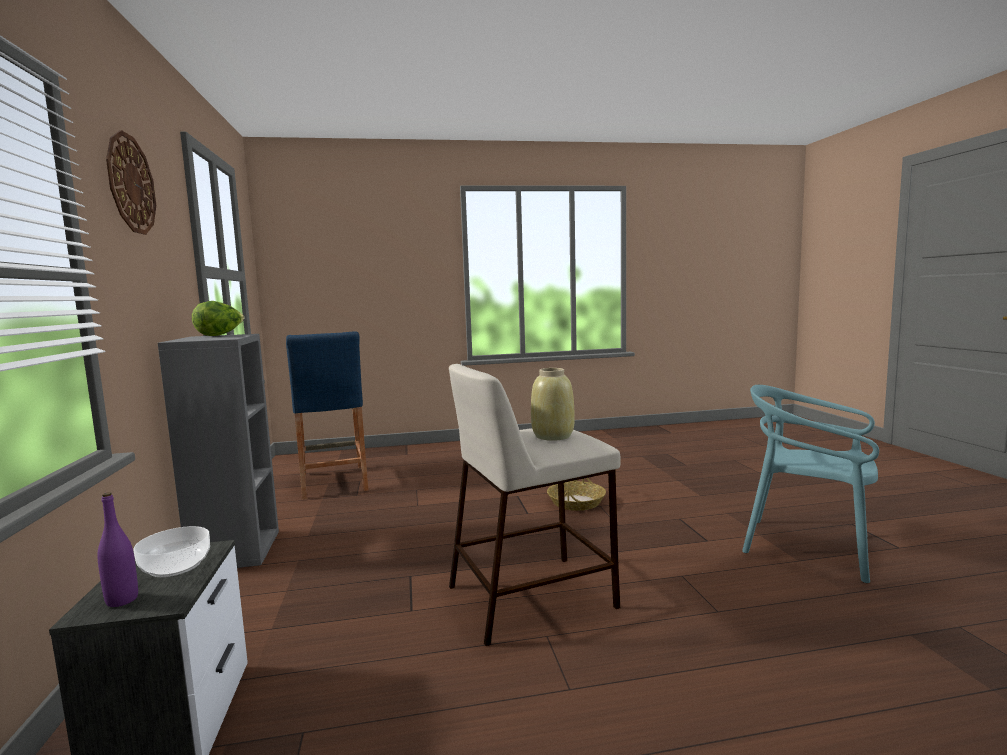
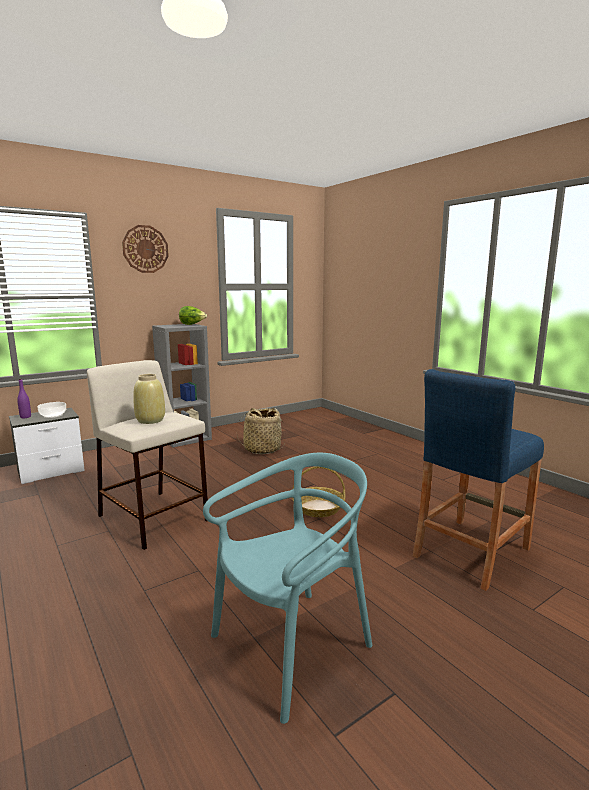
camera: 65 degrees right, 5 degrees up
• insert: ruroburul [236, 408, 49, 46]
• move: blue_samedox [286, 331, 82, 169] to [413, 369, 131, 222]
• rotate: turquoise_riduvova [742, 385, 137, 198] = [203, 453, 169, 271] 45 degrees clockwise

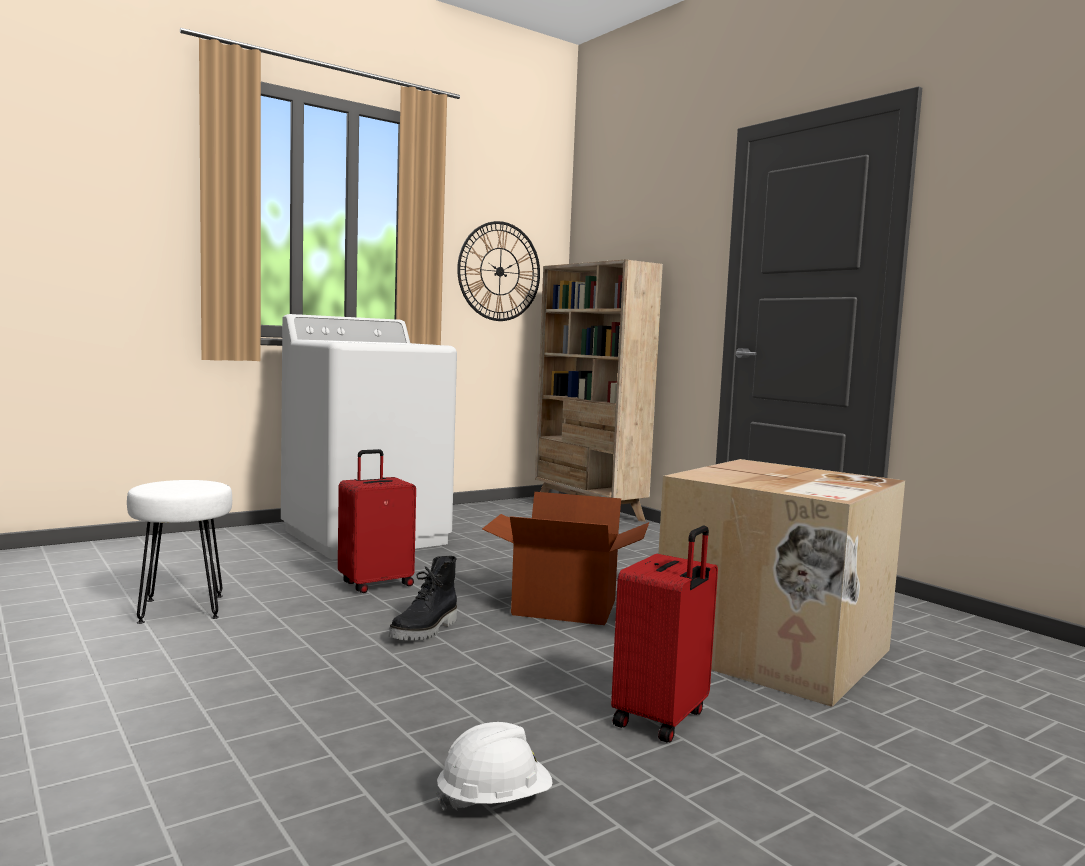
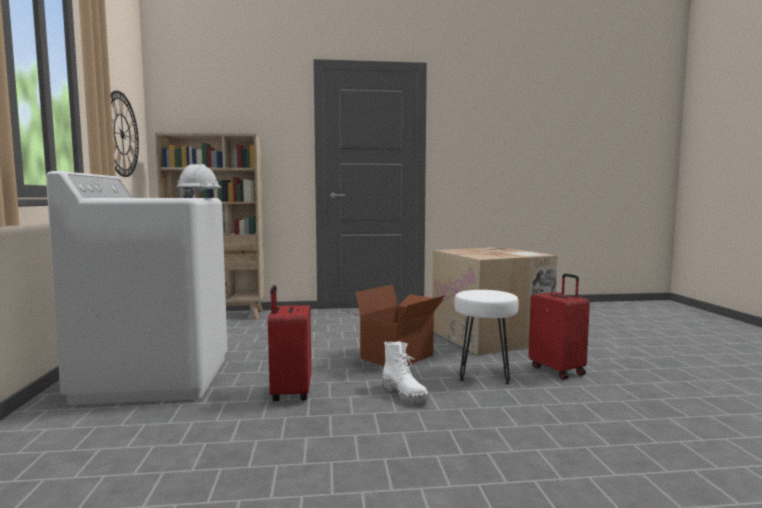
camera: 60 degrees left, 0 degrees up
• move: white_samedox [127, 480, 105, 144] to [454, 290, 65, 94]
• move: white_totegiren [436, 722, 117, 89] to [177, 164, 45, 34]
• recolor: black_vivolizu [389, 556, 68, 84] to white_vivolizu [383, 341, 45, 62]

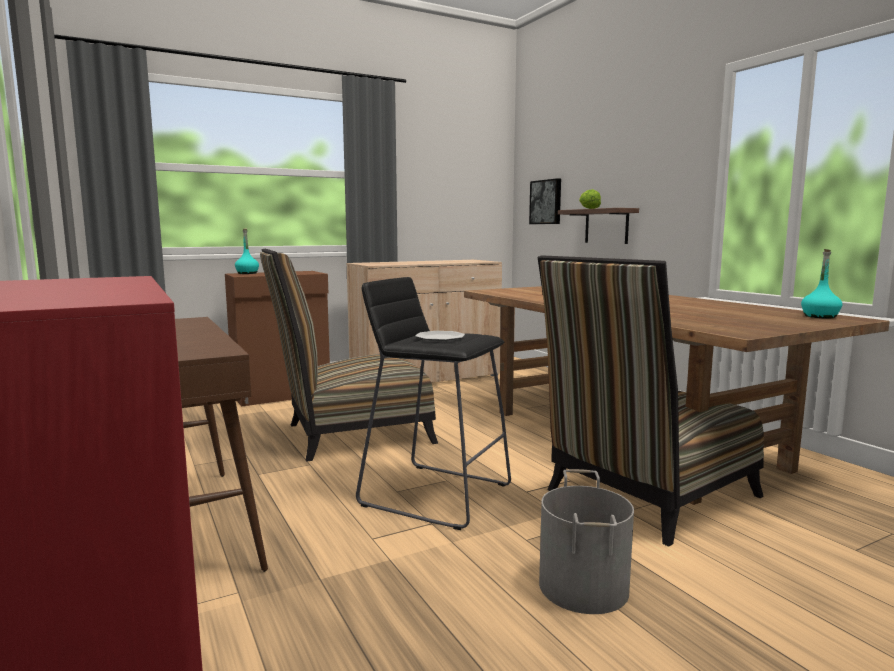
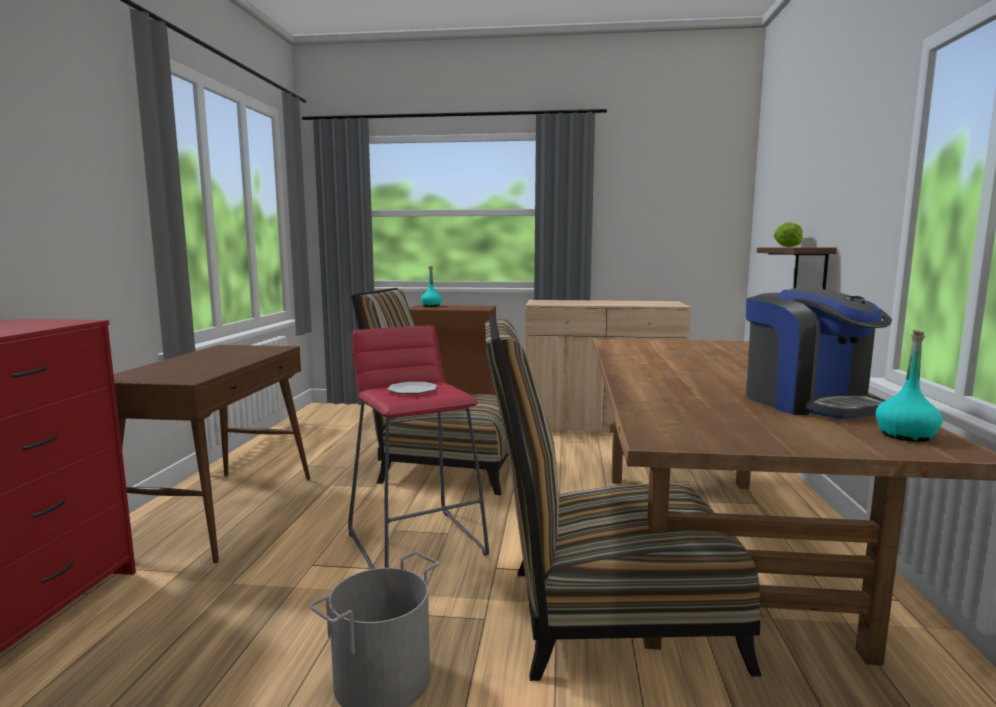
camera: 35 degrees right, 0 degrees up
• delete: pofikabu [529, 178, 32, 46]
• insert: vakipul [746, 288, 146, 131]
• recolor: black_samedox [356, 277, 155, 253] to red_samedox [348, 326, 141, 243]

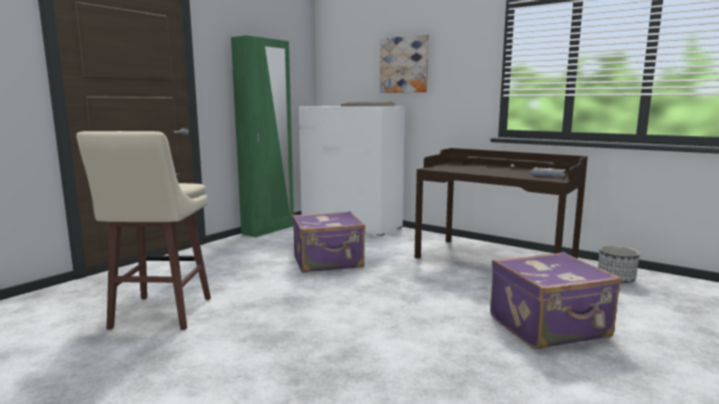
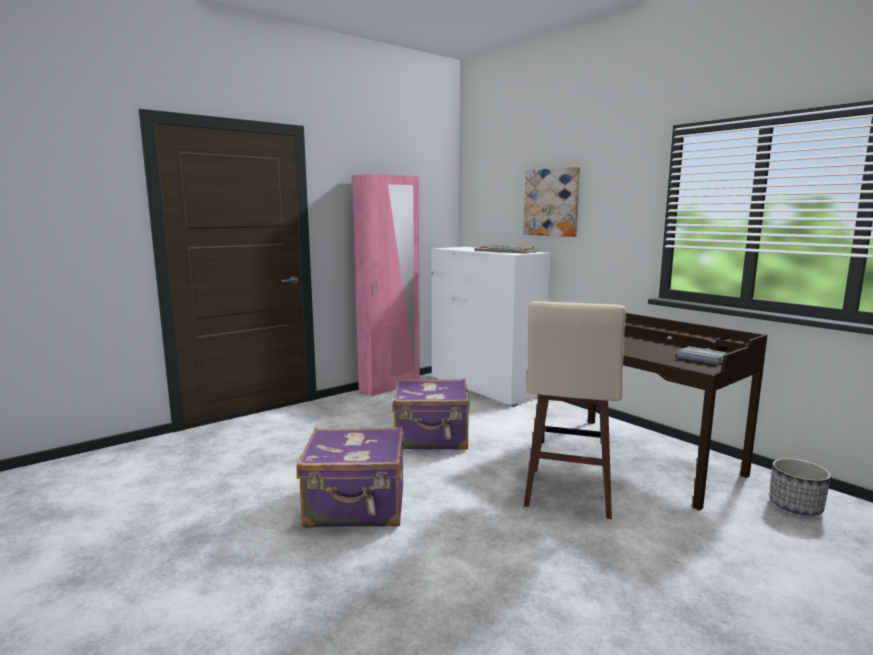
camera: 15 degrees right, 0 degrees up
• move: beige_samedox [76, 131, 135, 199] to [524, 301, 102, 218]
• move: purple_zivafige [490, 252, 131, 97] to [297, 427, 107, 101]
• recolor: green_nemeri [231, 35, 63, 202] to pink_nemeri [352, 174, 68, 222]

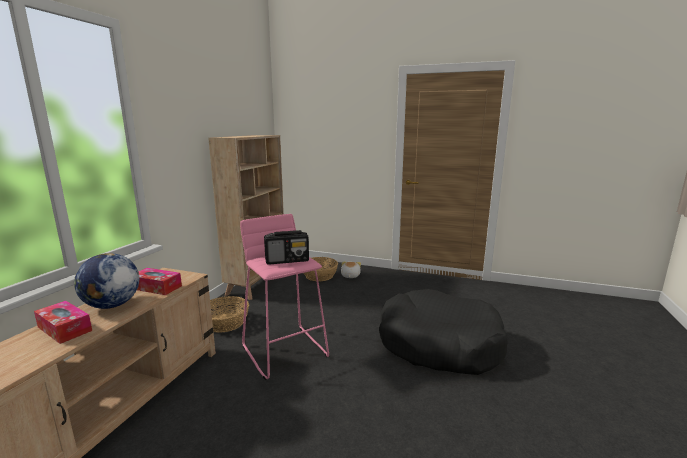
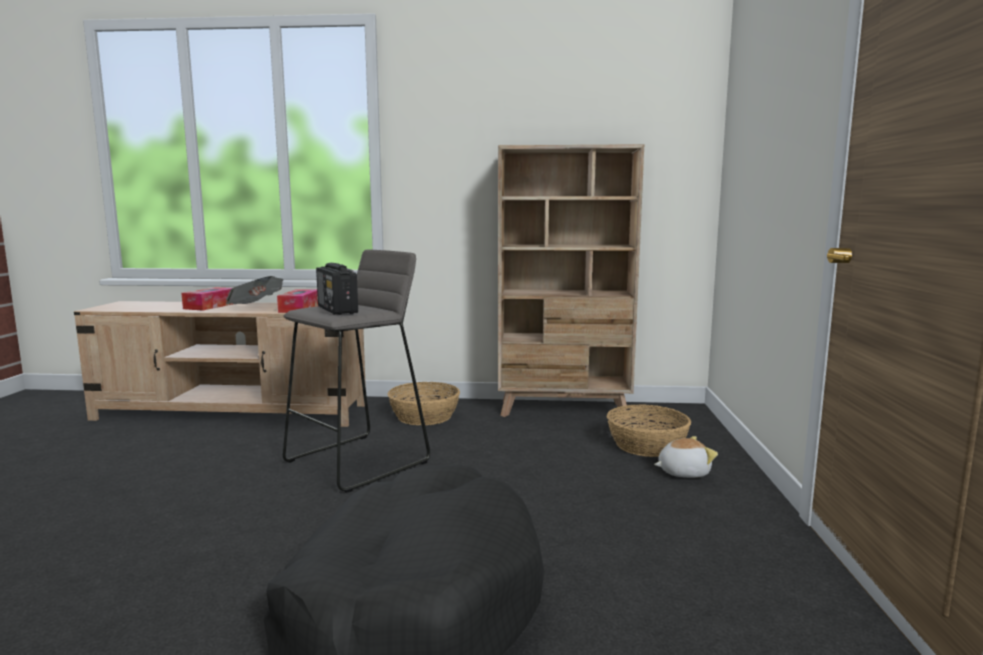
camera: 75 degrees right, 5 degrees down
• replace: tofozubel [73, 253, 66, 56] to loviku [226, 276, 57, 28]
• recolor: pink_samedox [240, 214, 89, 166] to grey_samedox [282, 250, 148, 243]

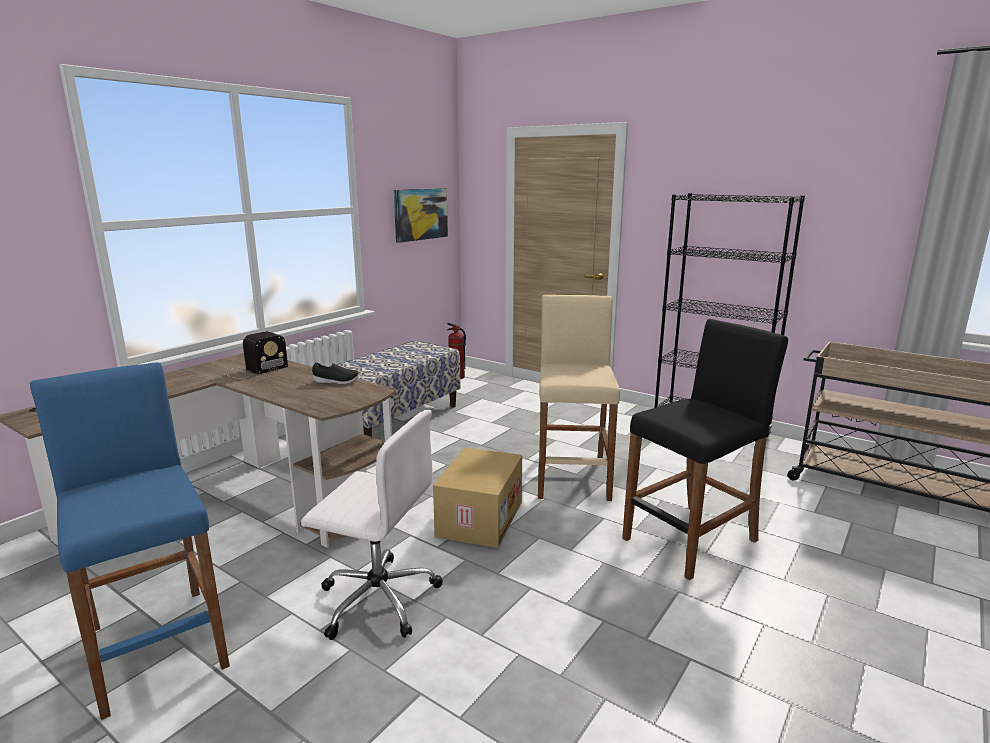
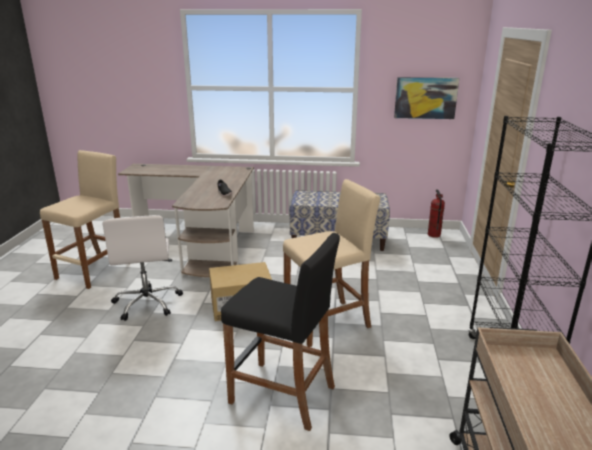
camera: 60 degrees right, 5 degrees up
• delete: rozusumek [224, 331, 64, 48]
• recolor: blue_samedox [30, 362, 200, 358] to beige_samedox [40, 150, 80, 139]

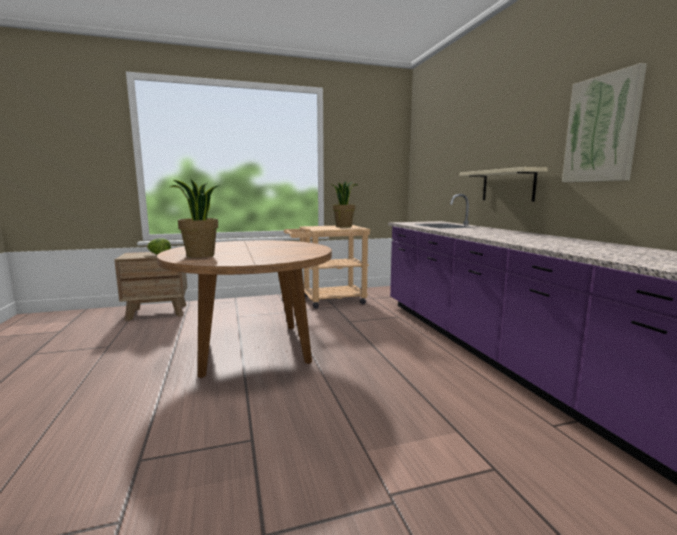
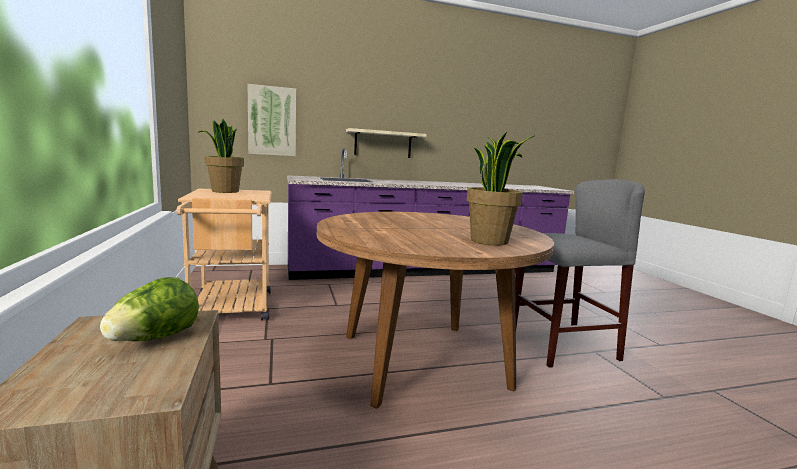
camera: 90 degrees left, 0 degrees up
• insert: grey_samedox [515, 179, 130, 189]
• move: pofikabu [562, 63, 85, 119] to [247, 84, 49, 72]

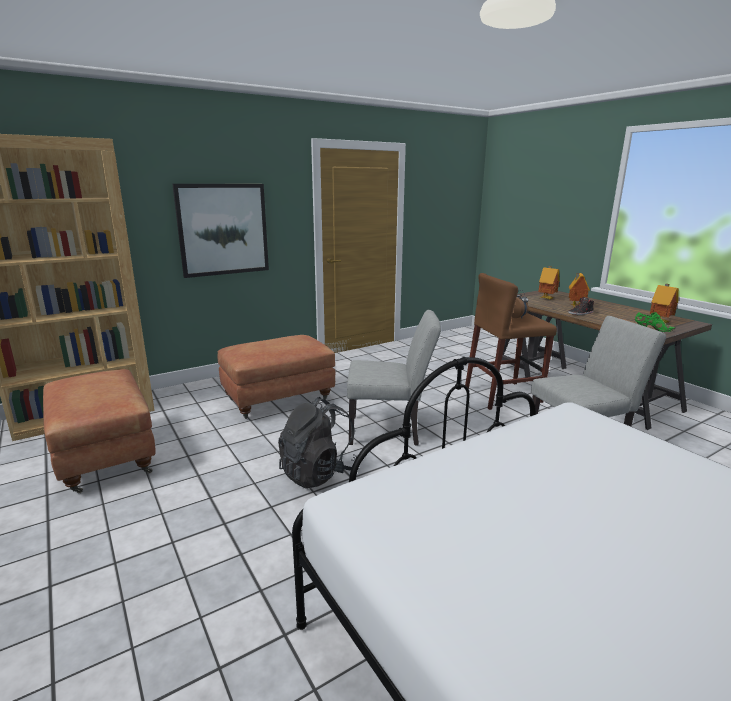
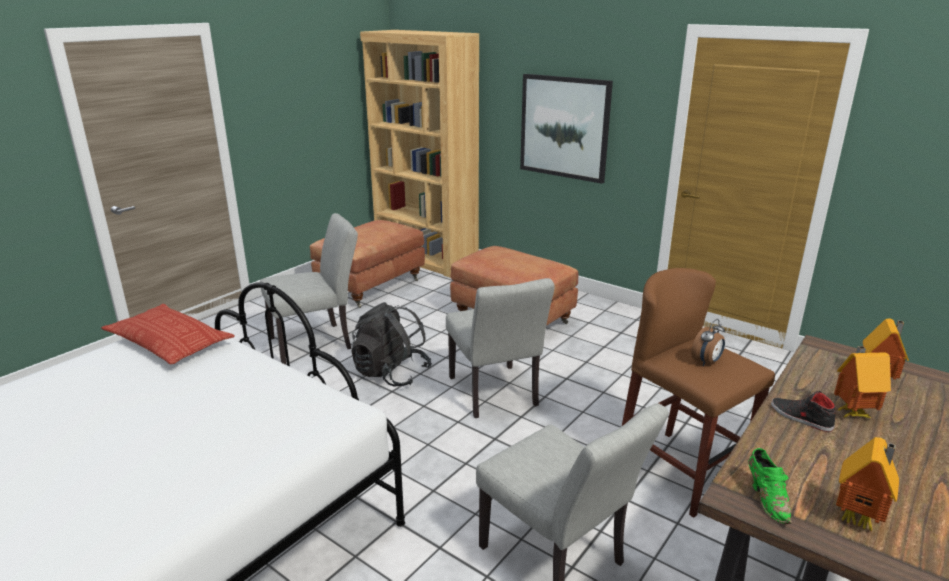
camera: 70 degrees right, 5 degrees up
• insert: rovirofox [101, 304, 134, 60]
• insert: grey_riduvova [260, 213, 98, 151]

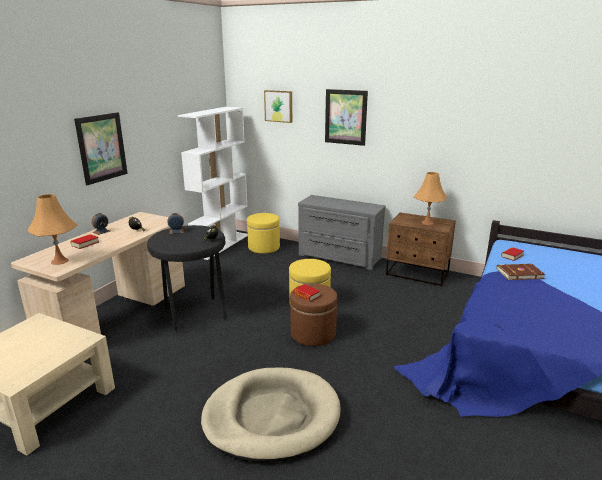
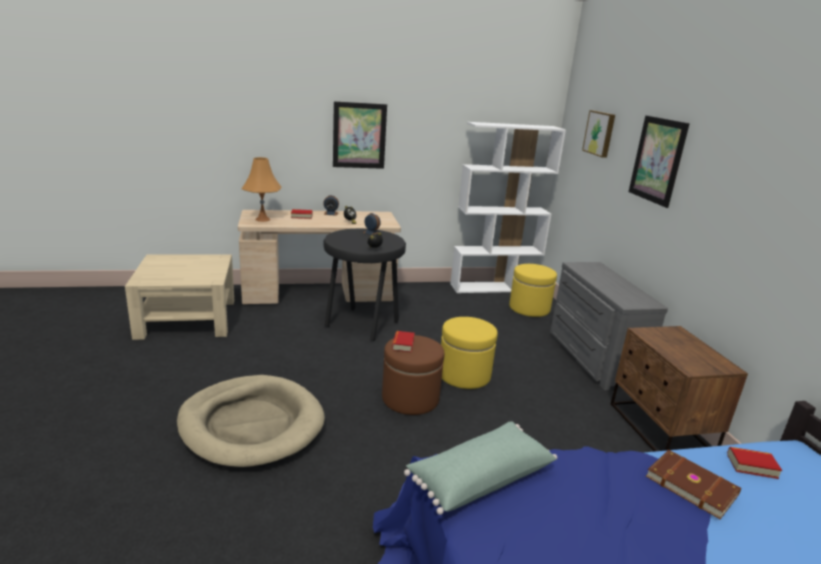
camera: 50 degrees right, 0 degrees up
• delete: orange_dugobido [414, 172, 33, 53]
• insert: green_rovirofox [404, 421, 153, 94]

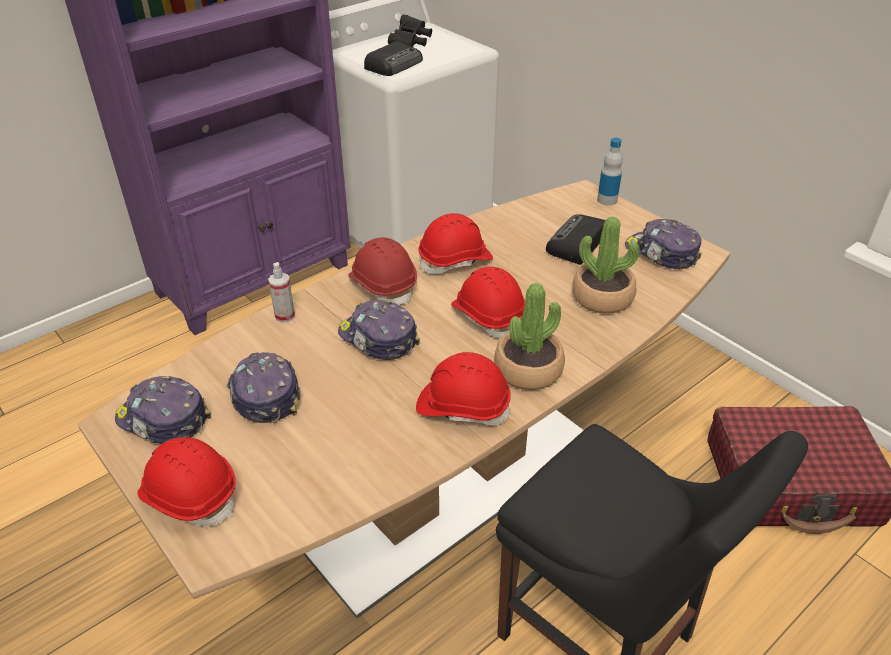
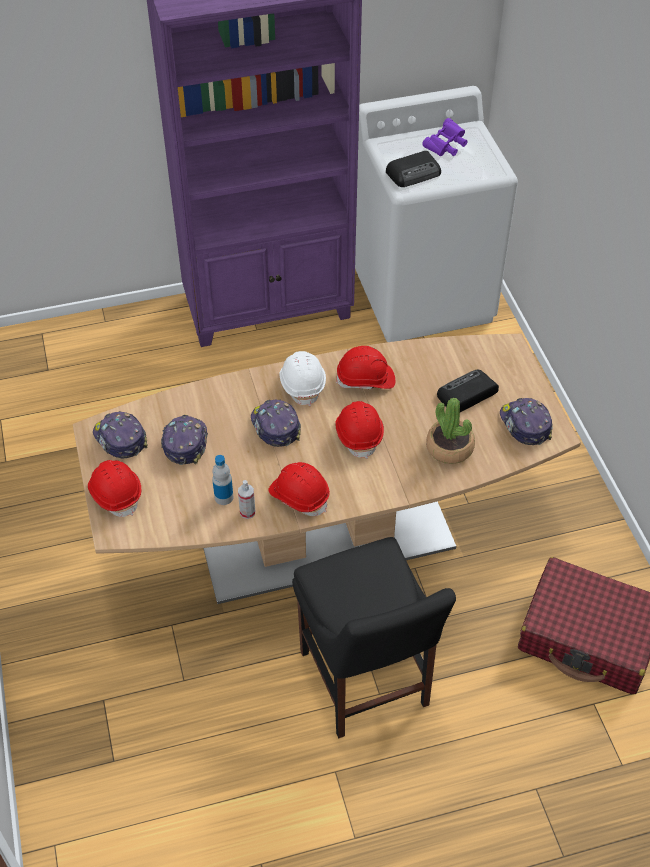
camera: 25 degrees right, 10 degrees up
• delete: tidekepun [494, 283, 71, 107]
• move: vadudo [268, 262, 27, 60] to [238, 480, 17, 39]
• move: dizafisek [597, 138, 26, 68] to [212, 455, 21, 50]
• recolor: red_totegiren [348, 237, 69, 68] to white_totegiren [279, 351, 47, 56]
• recolor: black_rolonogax [388, 14, 44, 33] to purple_rolonogax [422, 118, 46, 38]

